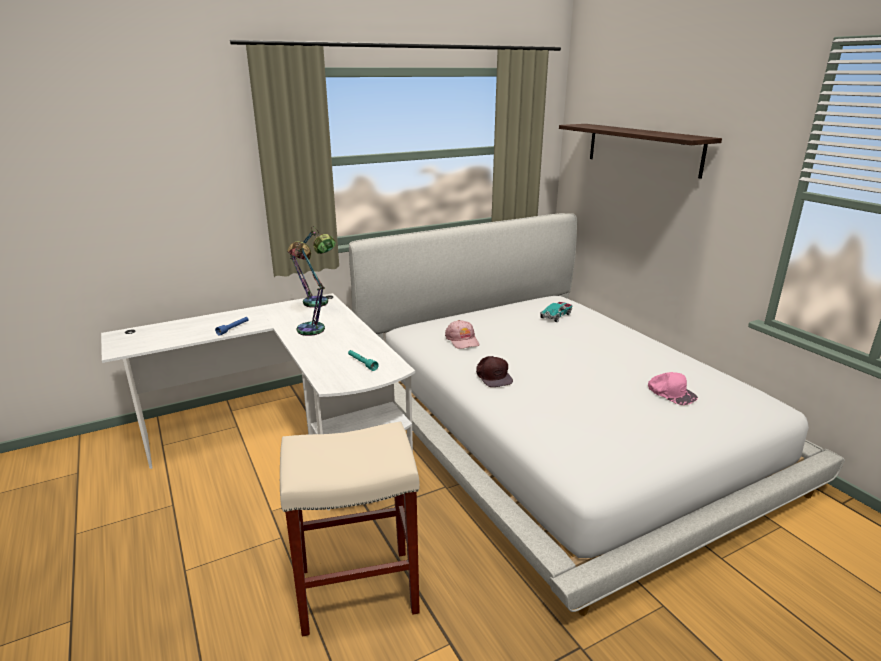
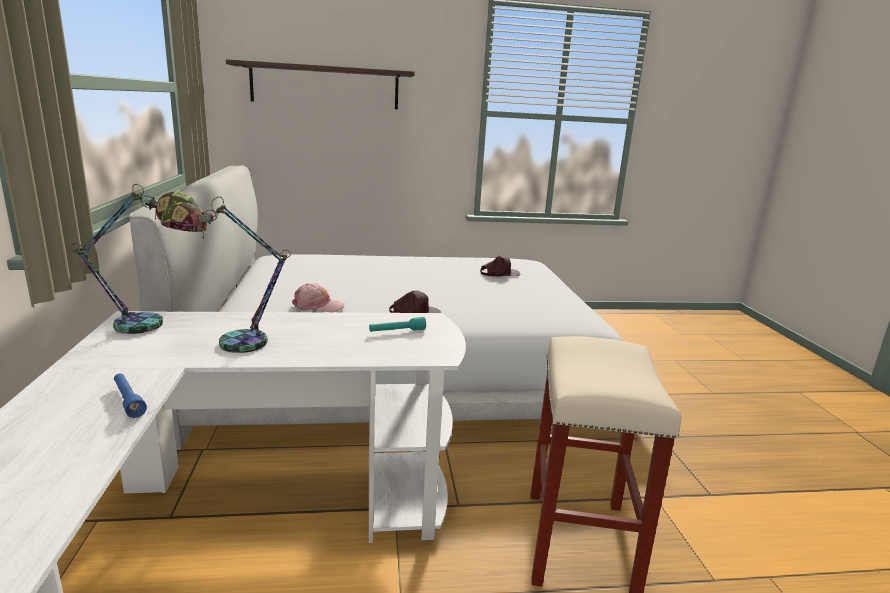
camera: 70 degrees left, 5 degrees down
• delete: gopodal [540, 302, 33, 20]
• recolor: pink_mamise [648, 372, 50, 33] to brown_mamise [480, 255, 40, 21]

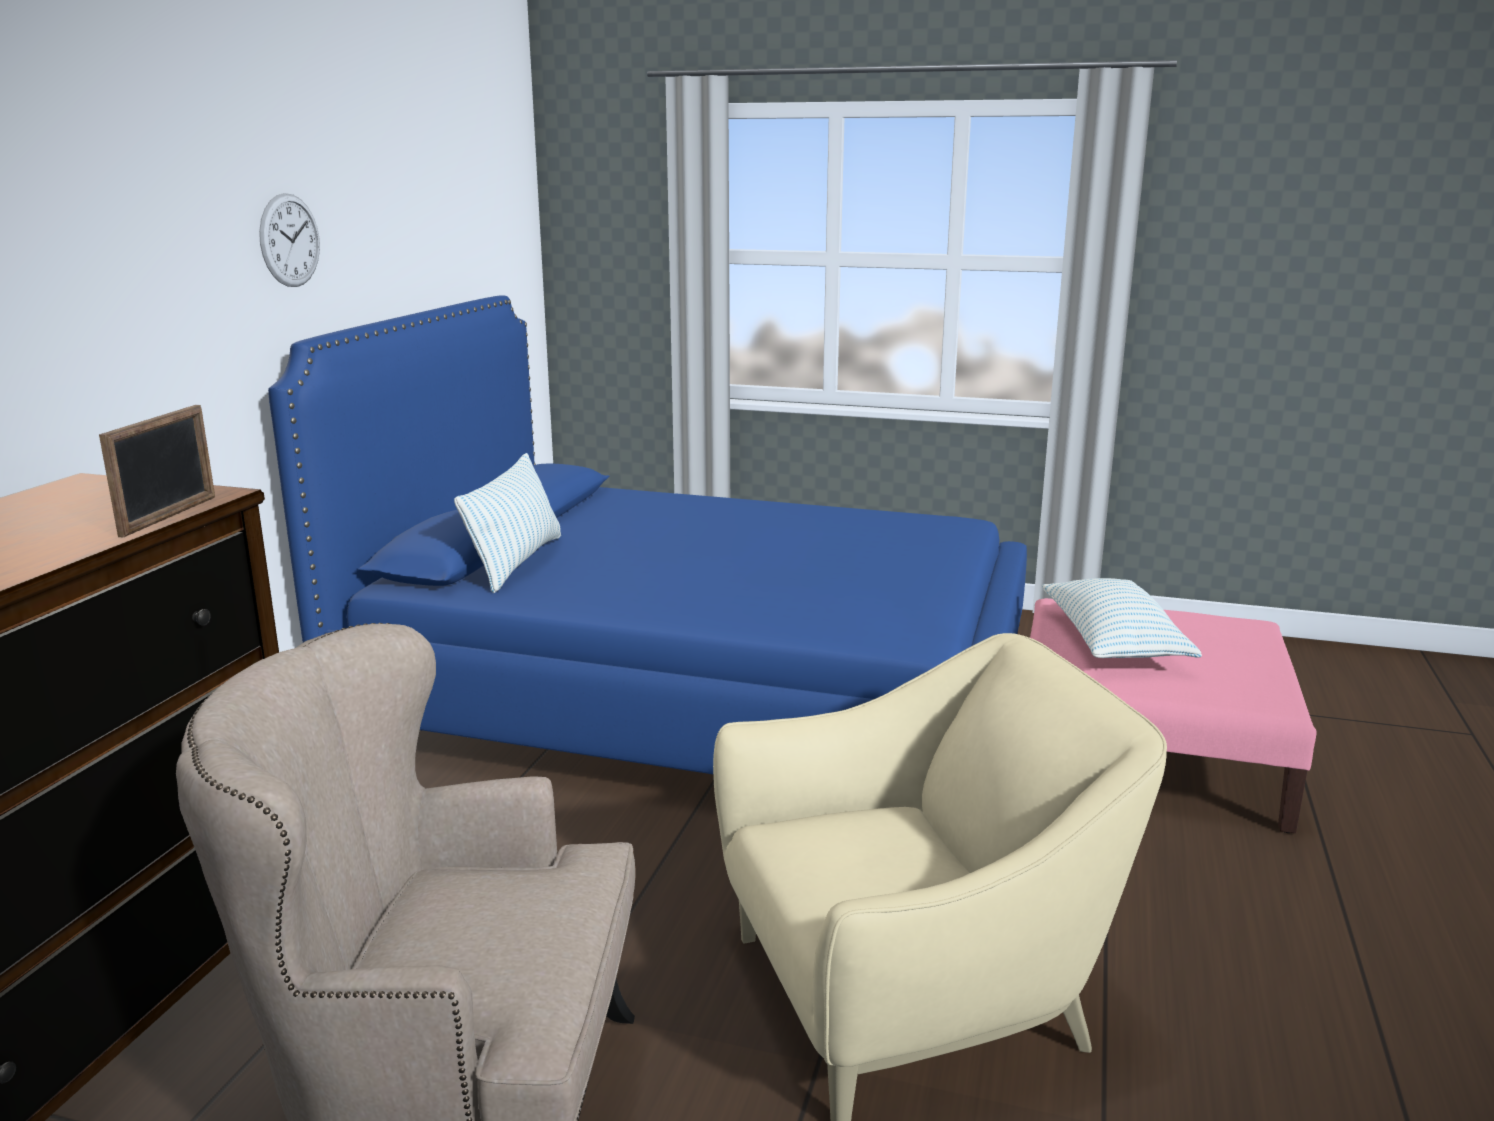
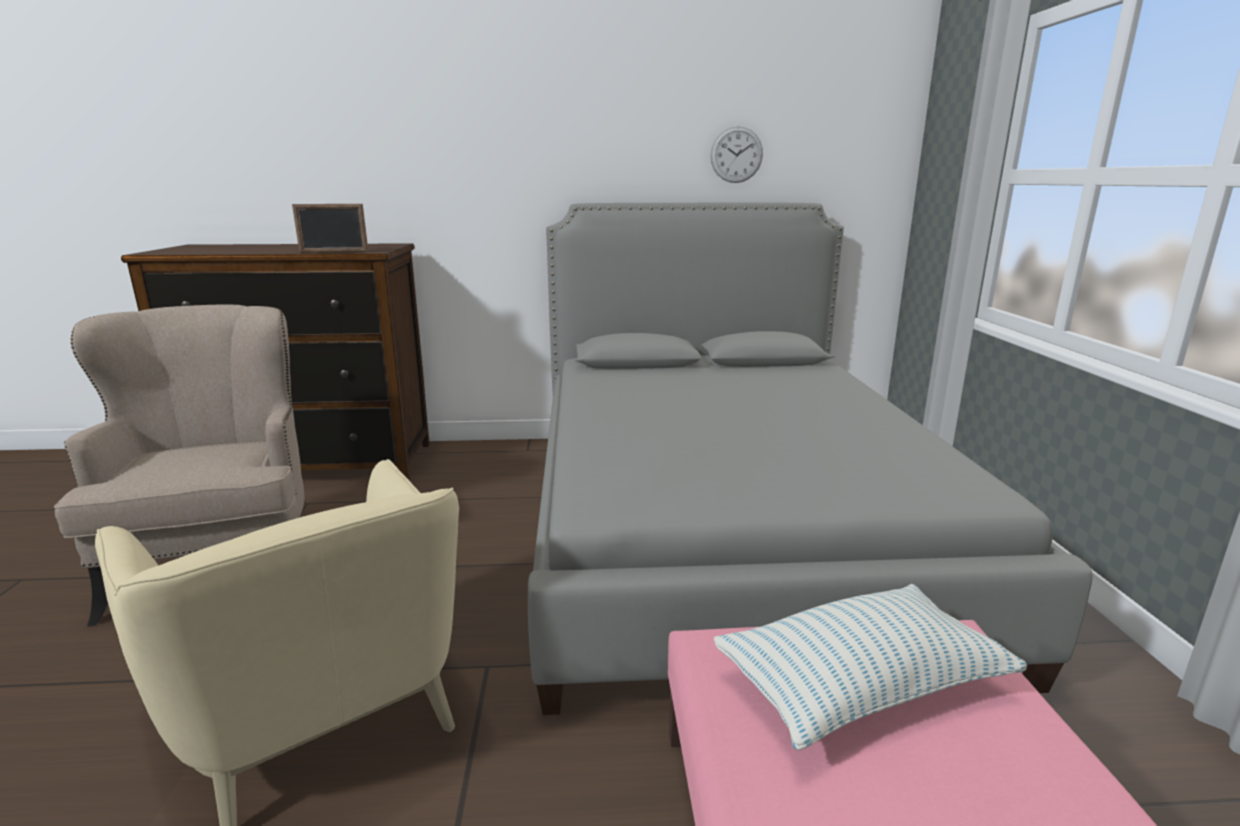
camera: 70 degrees right, 0 degrees up
• delete: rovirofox [454, 453, 107, 140]
• move: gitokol [259, 193, 61, 94] to [710, 126, 53, 57]
• recolor: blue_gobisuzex [268, 296, 759, 478] to grey_gobisuzex [528, 203, 565, 512]

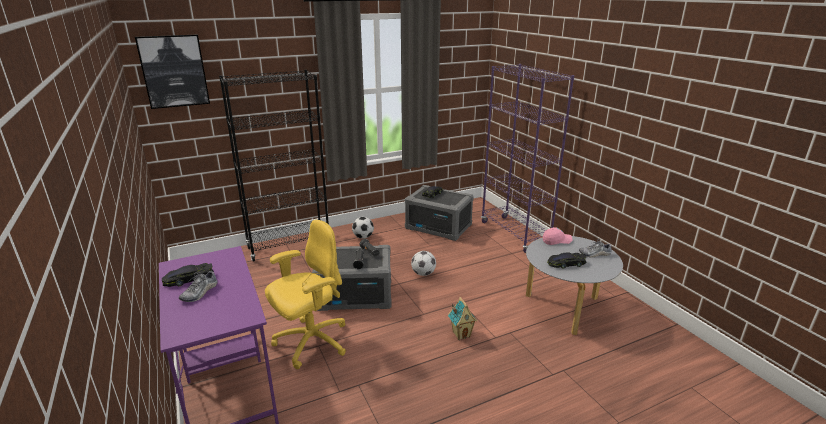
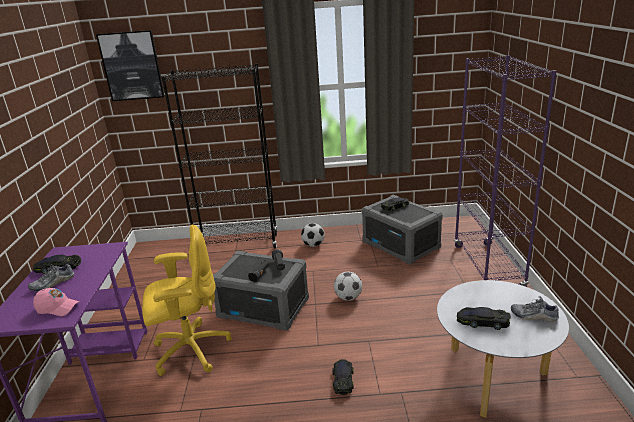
camera: 25 degrees right, 0 degrees up
• move: pink_mamise [543, 227, 29, 18] to [33, 288, 47, 28]
• replace: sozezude [448, 297, 29, 43] to black_gopodal [333, 359, 21, 36]

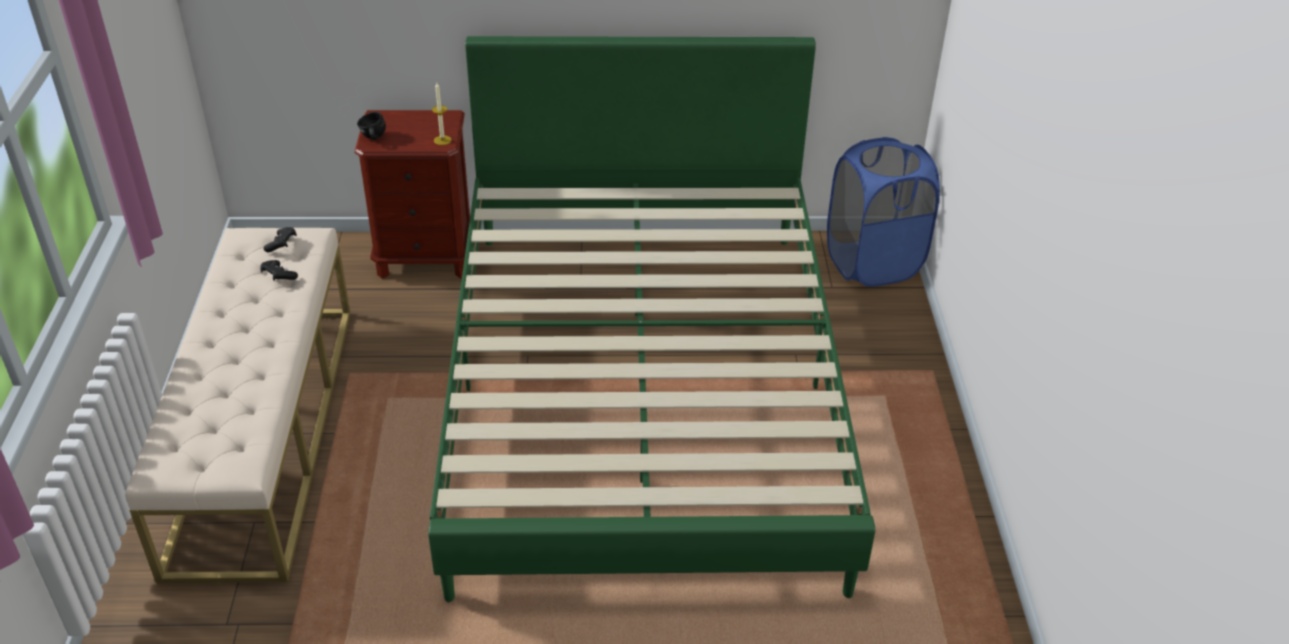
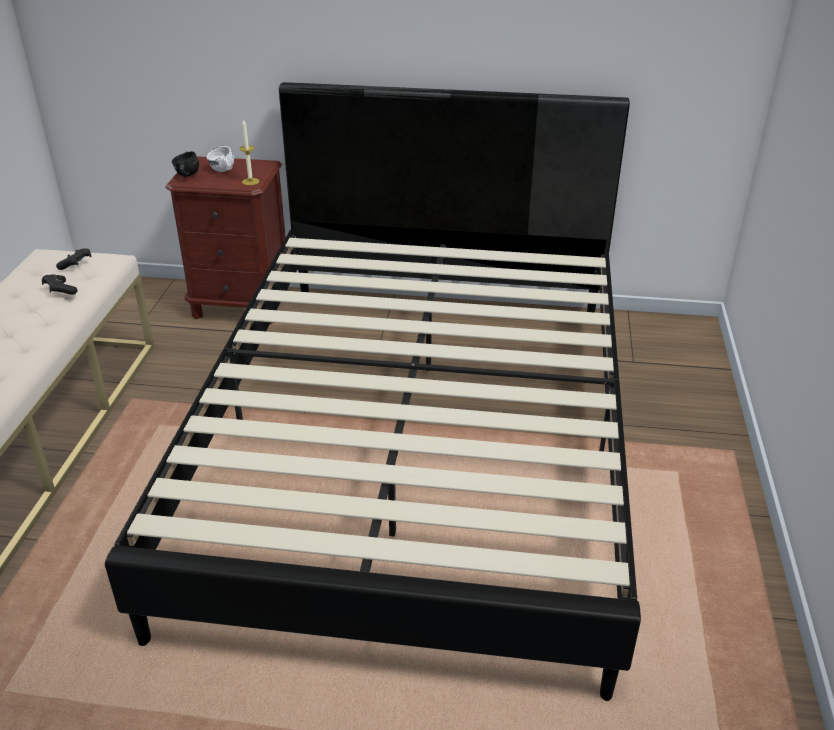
camera: 10 degrees right, 5 degrees down
• delete: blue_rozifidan [827, 137, 113, 150]
• insert: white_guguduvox [207, 146, 27, 26]
• recolor: green_gobisuzex [428, 36, 447, 566] to black_gobisuzex [105, 82, 536, 619]

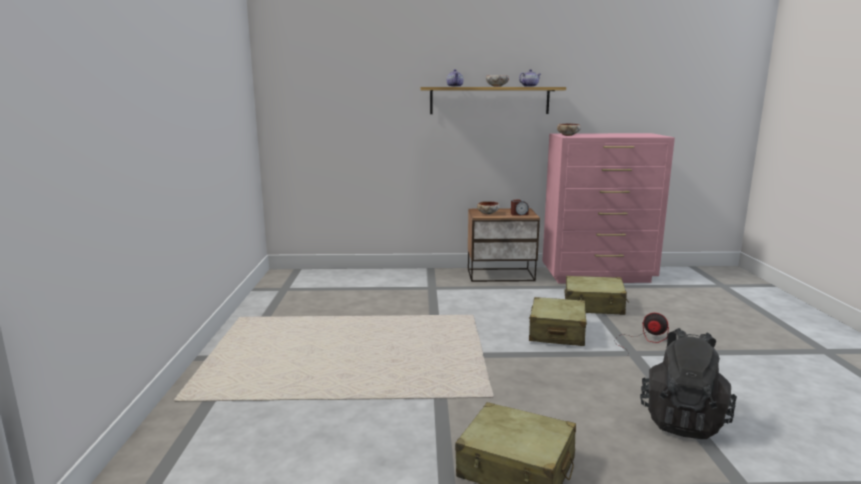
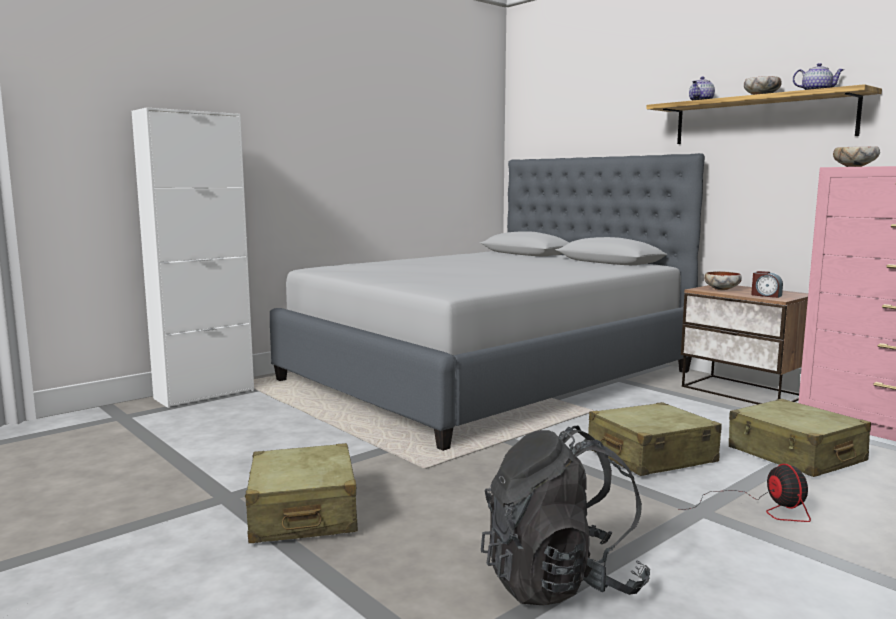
camera: 50 degrees right, 5 degrees down
• insert: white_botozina [132, 107, 122, 301]
• insert: grey_gobisuzex [270, 153, 435, 298]

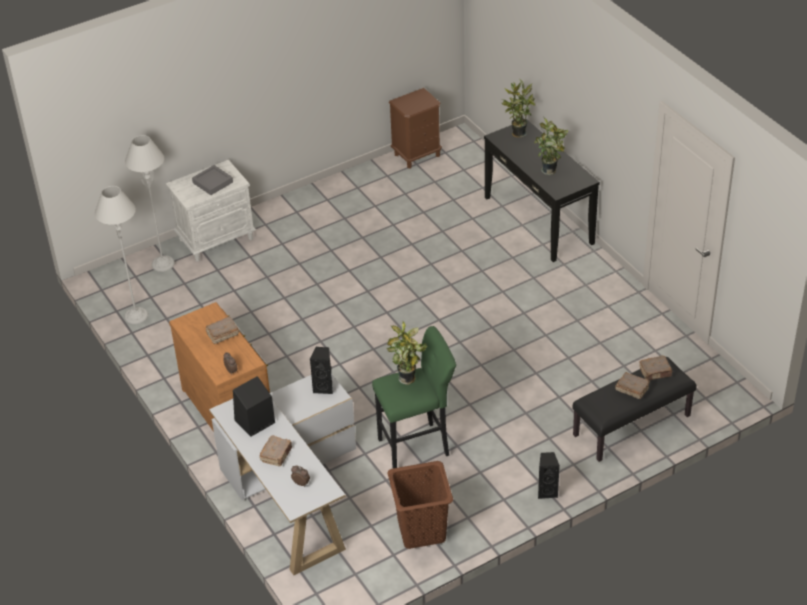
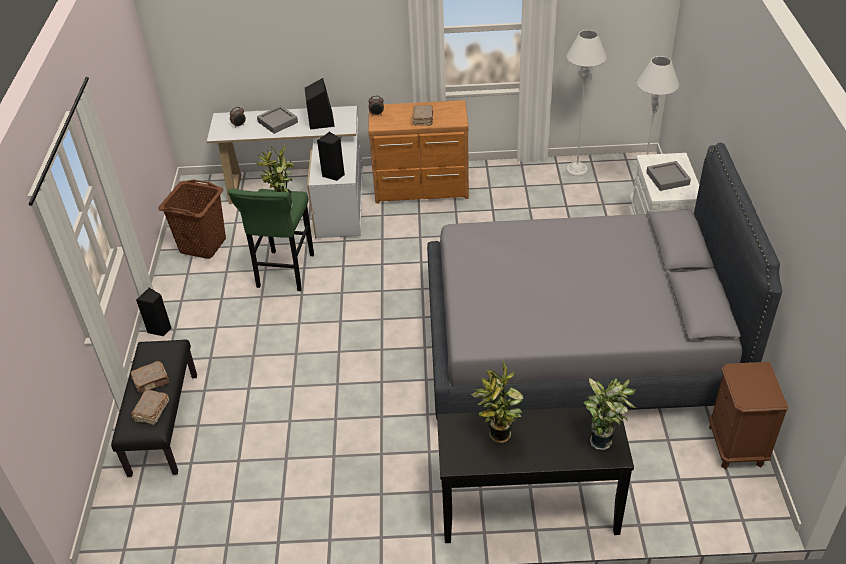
camera: 120 degrees right, 0 degrees up
• insert: grey_gobisuzex [427, 143, 355, 276]
• replace: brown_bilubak [260, 435, 32, 31] to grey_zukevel [257, 105, 41, 29]

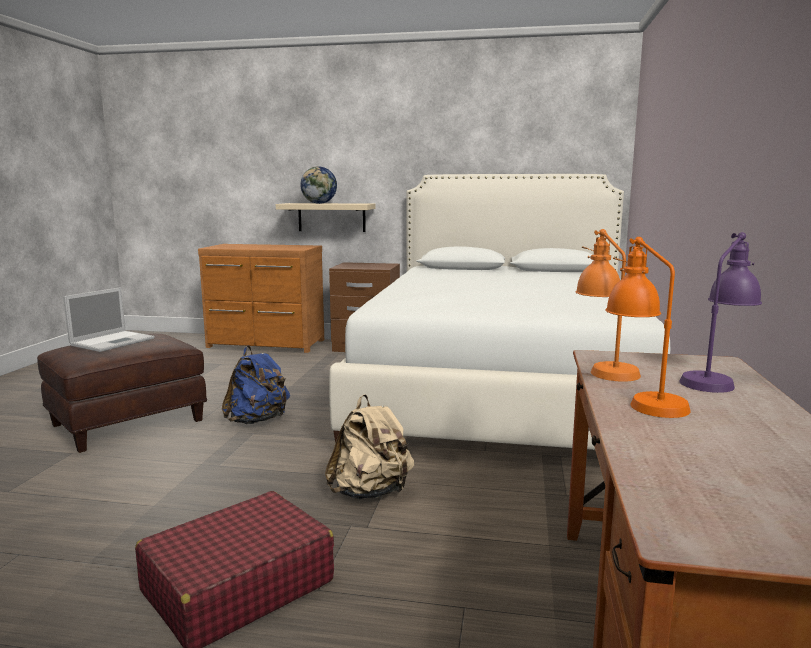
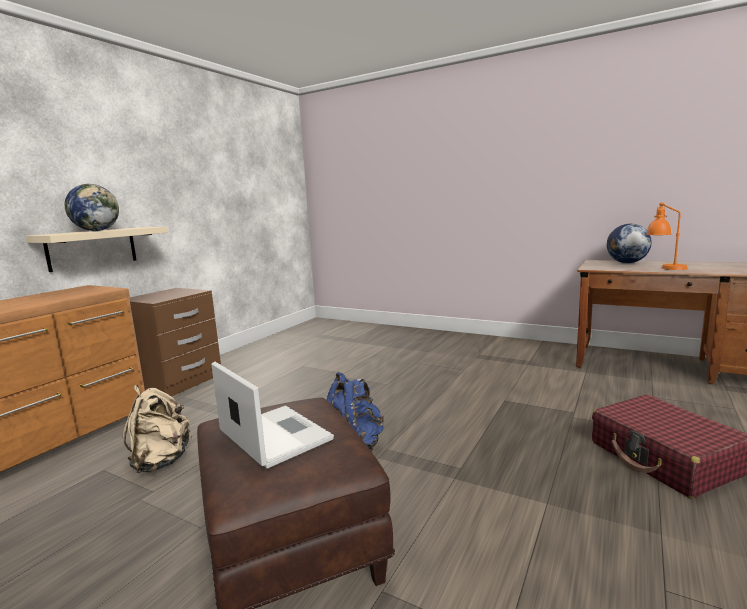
camera: 70 degrees left, 0 degrees up
• delete: white_gobisuzex [329, 174, 341, 276]
• delete: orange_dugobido [576, 229, 65, 153]
• move: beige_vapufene [325, 394, 89, 105] to [122, 385, 71, 88]
• replace: purple_dugobido [679, 232, 83, 161] to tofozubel [607, 224, 45, 39]

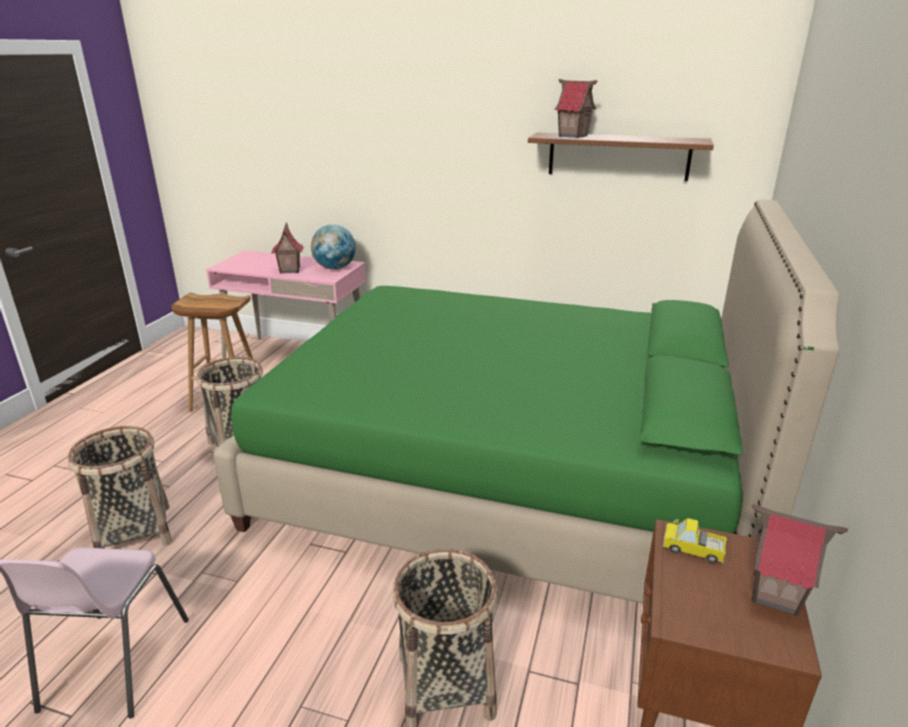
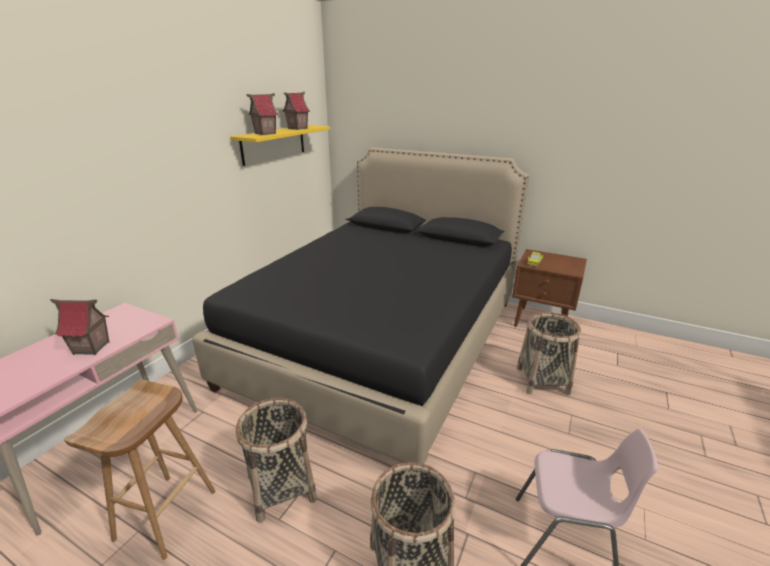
camera: 80 degrees left, 0 degrees up
• delete: tofozubel [311, 224, 45, 45]
• move: sozezude [752, 504, 96, 112] to [282, 92, 28, 38]
• recolor: green_gobisuzex [213, 200, 627, 404] to black_gobisuzex [192, 147, 337, 317]
• recolor: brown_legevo [528, 133, 186, 48] to yellow_legevo [230, 125, 100, 41]

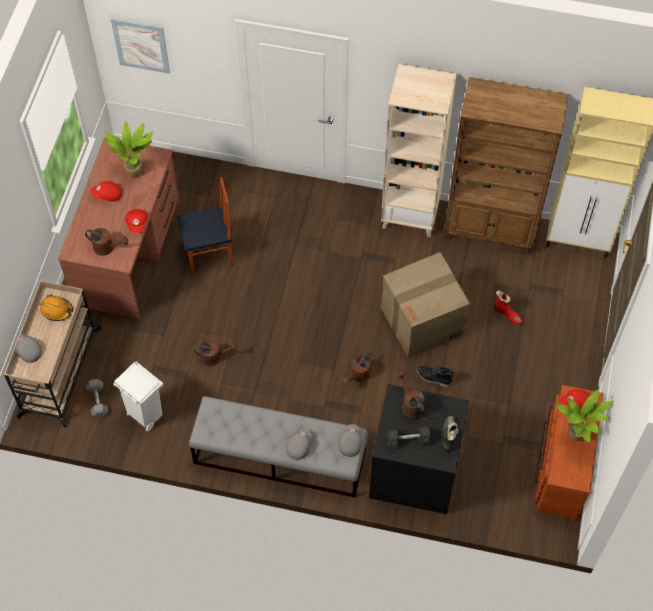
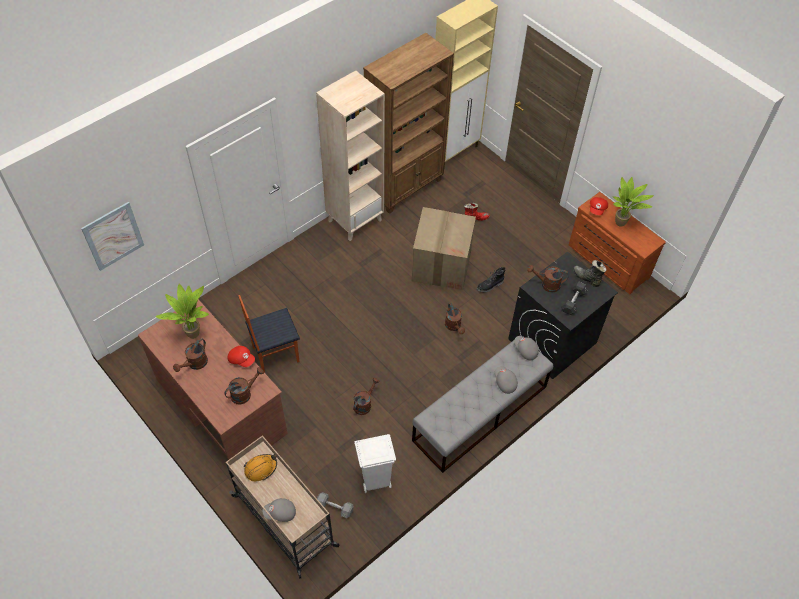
camera: 55 degrees left, 5 degrees down
• replace: red_mamise [91, 181, 31, 21] to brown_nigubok [173, 338, 35, 34]
• rotate: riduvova [177, 177, 56, 97] = [238, 295, 62, 78] 135 degrees counterclockwise

